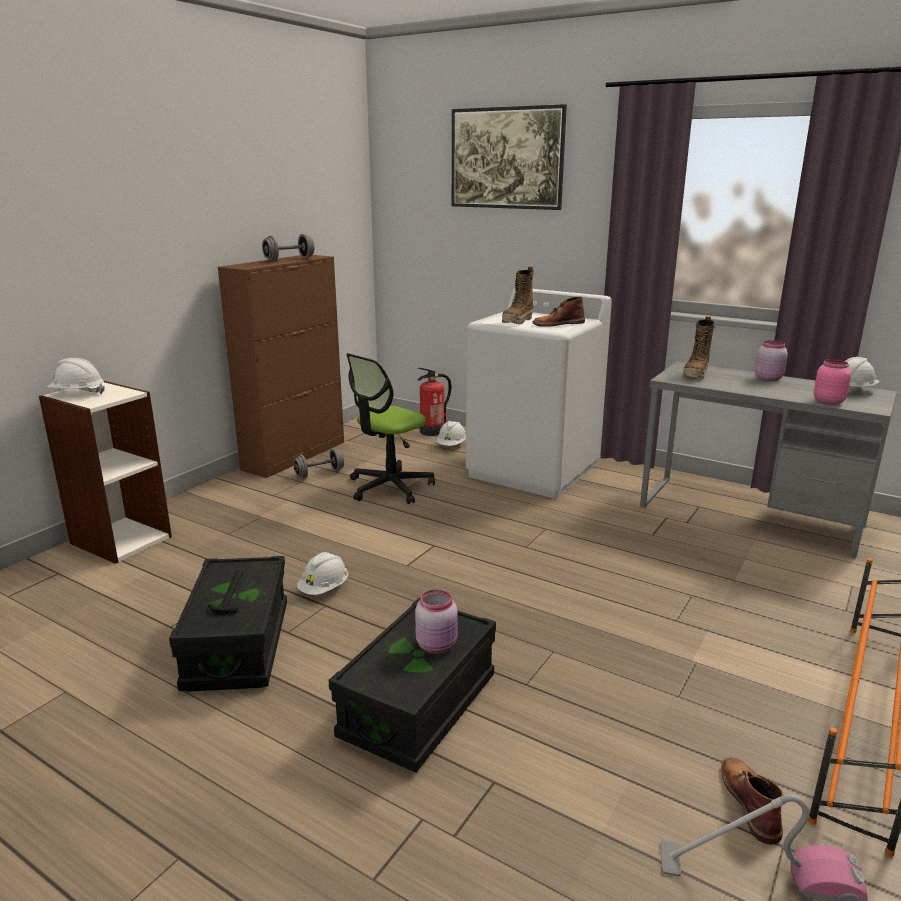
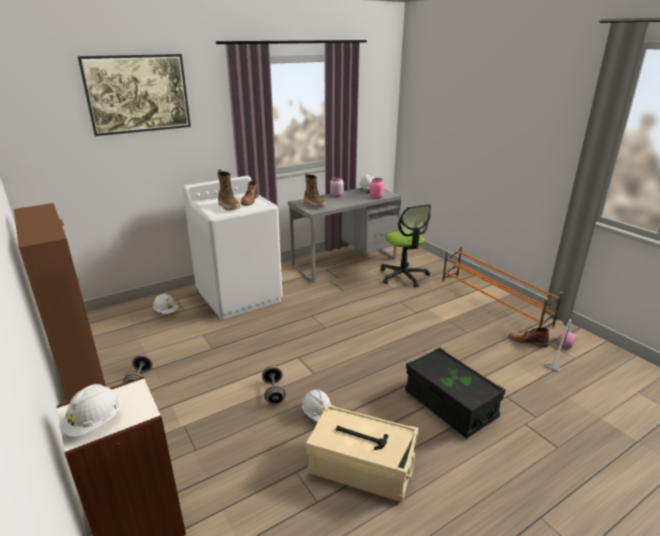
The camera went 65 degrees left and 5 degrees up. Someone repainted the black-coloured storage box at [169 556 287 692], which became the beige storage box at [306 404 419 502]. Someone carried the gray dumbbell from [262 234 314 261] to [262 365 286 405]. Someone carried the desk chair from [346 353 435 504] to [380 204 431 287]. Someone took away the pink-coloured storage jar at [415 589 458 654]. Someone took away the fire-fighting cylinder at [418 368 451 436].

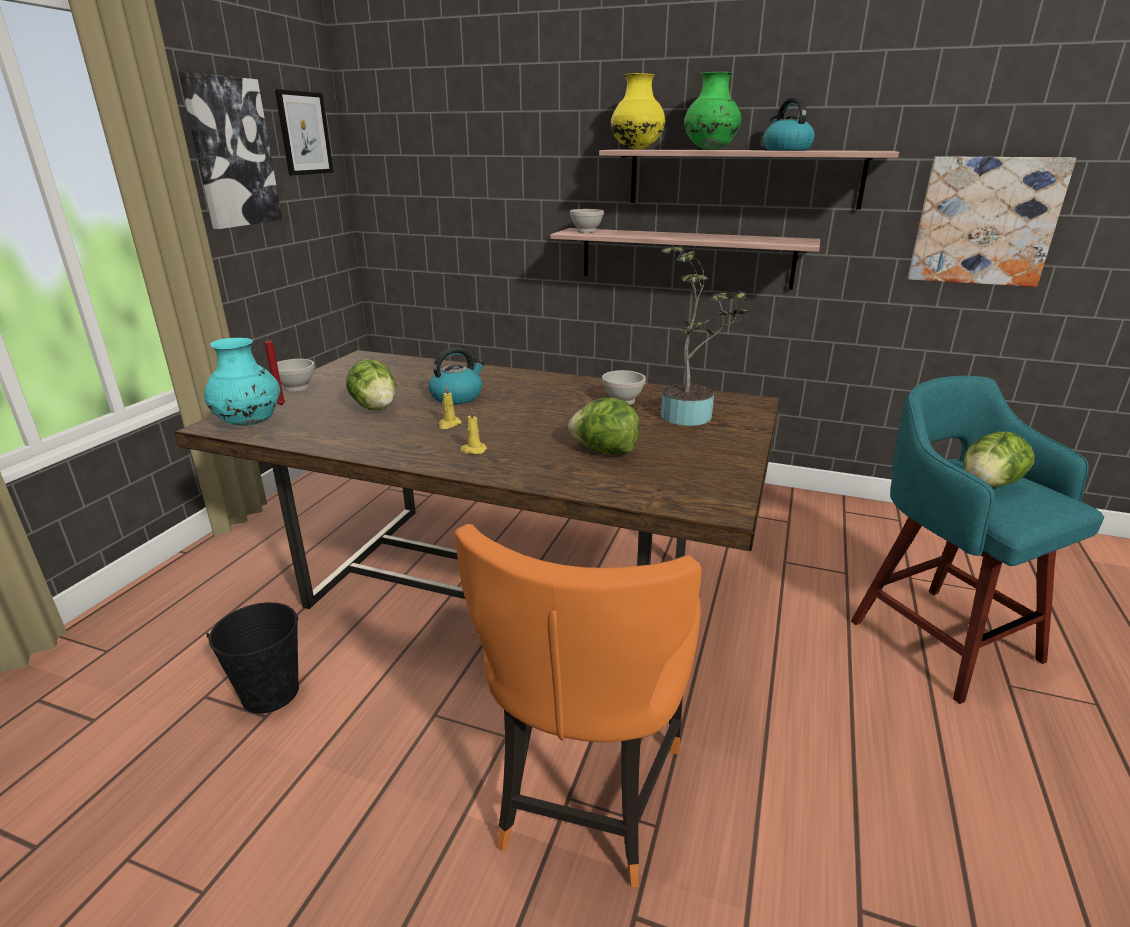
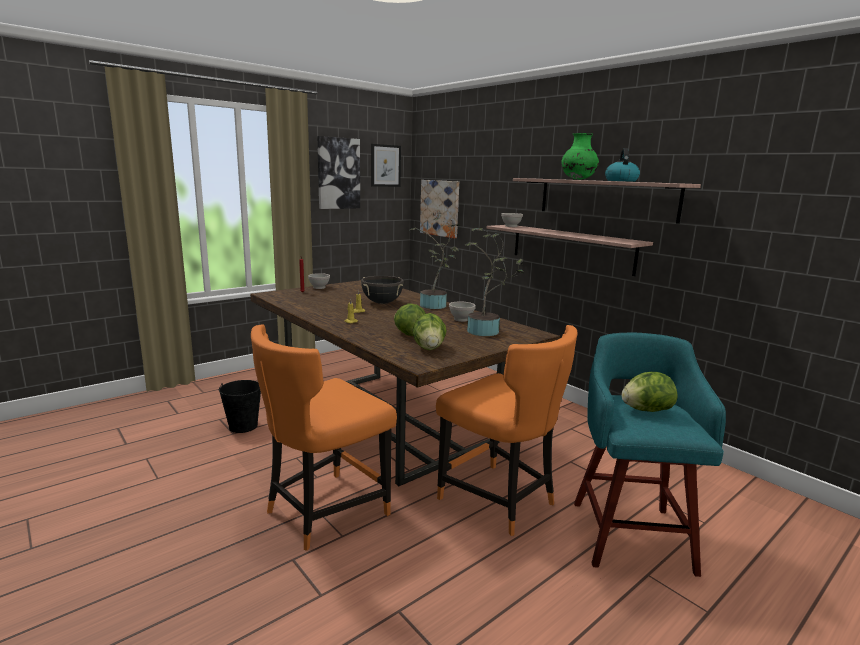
The camera went 30 degrees right and 10 degrees down. Someone took away the turquoise decorative vase at [204 338 280 426]. Someone carried the lettuce head from [346 359 396 410] to [413 313 447 350]. Someone swapped the water kettle at [428 347 485 404] for the black-coloured saucepot at [361 276 404 304]. Someone took away the yellow-coloured decorative vase at [611 73 665 150]. Someone carried the wall picture from [908 156 1076 287] to [420 180 459 238]. Someone put down the houseplant at [409 218 461 309]. Someone put down the orangey upright chair at [436 325 577 536].

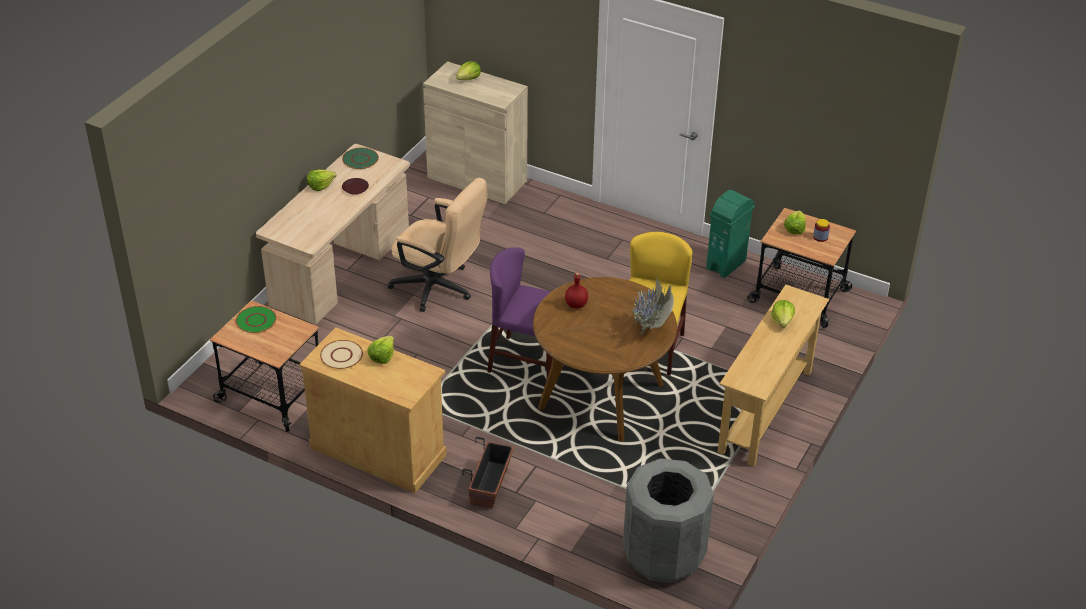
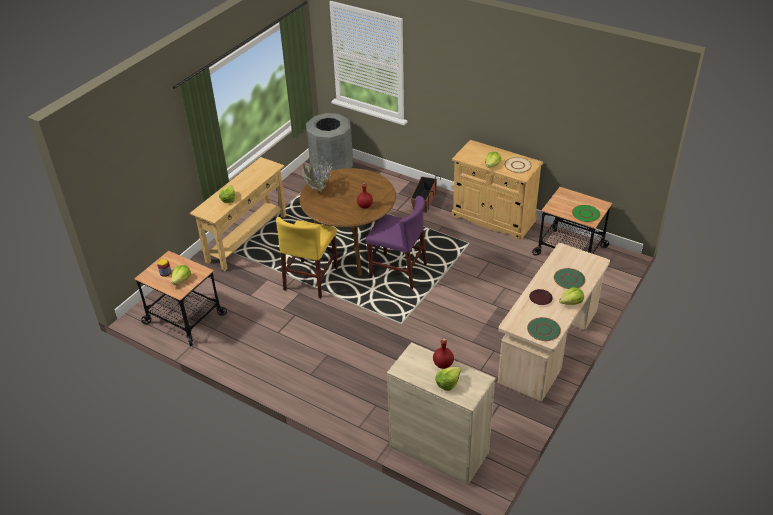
The camera went 175 degrees left and 0 degrees up. Someone took away the beige desk chair at [388 178 487 312]. Someone took away the greenish waste bin at [706 190 755 278]. Someone put down the red-coloured bottle at [433 338 454 369]. Someone put down the greenish flat dish at [554 268 585 289].

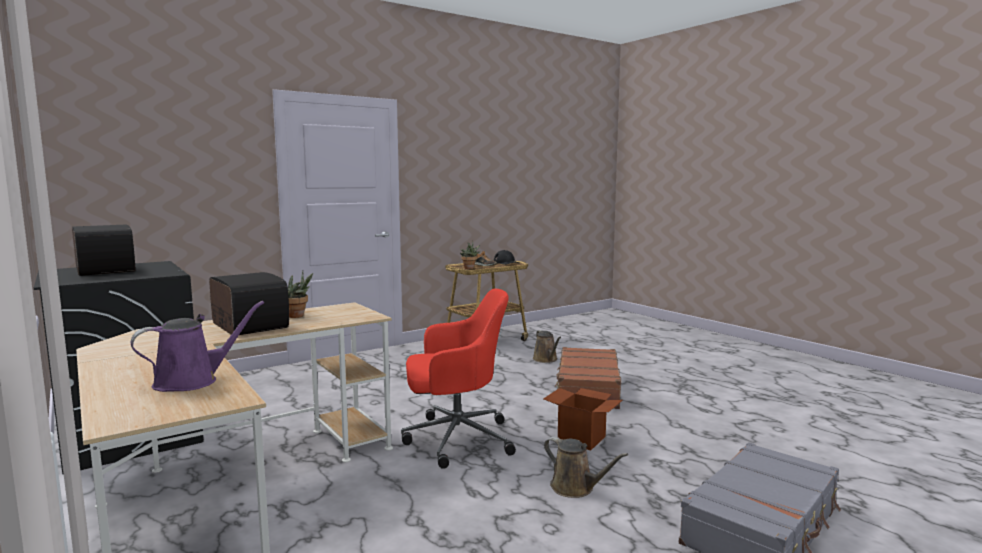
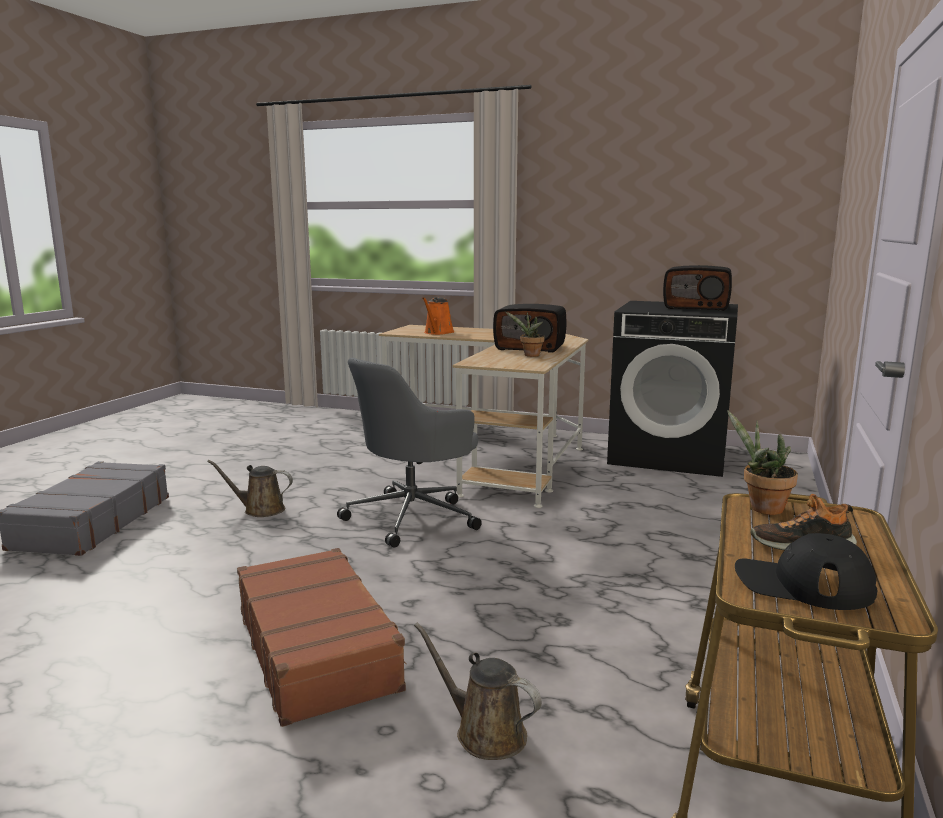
The camera went 145 degrees right and 5 degrees up. Someone repainted the purplish watering pot at [131 301 264 392], which became the orangey watering pot at [422 297 454 335]. Someone repainted the red-coloured desk chair at [401 288 516 469], which became the gray desk chair at [337 358 482 548]. Someone took away the packing box at [543 388 623 450].

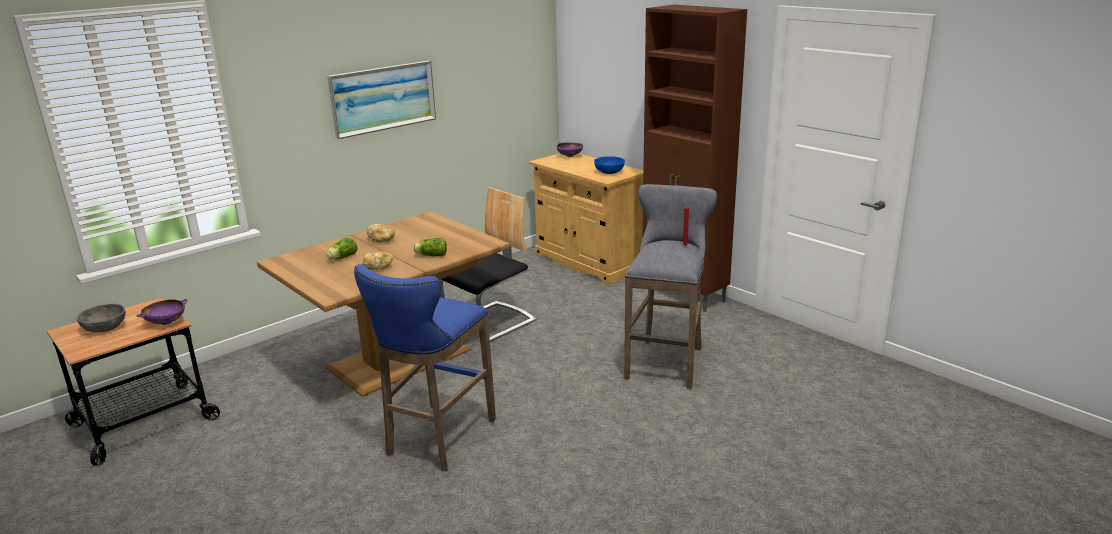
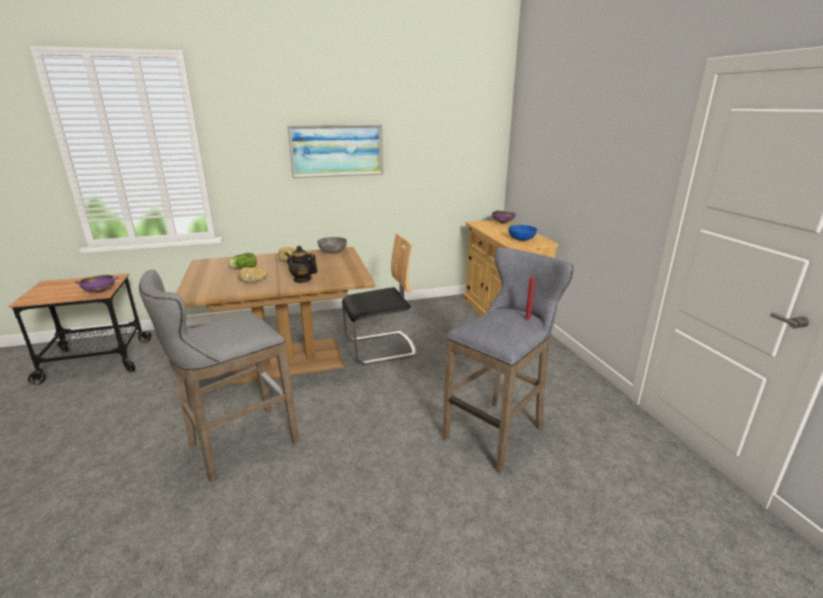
The camera went 25 degrees right and 0 degrees up. Someone carried the gray serving bowl from [76 304 126 332] to [317 237 347 253]. Someone repainted the blue-coloured stool at [354 264 496 471], which became the gray stool at [139 269 300 482]. Someone swapped the lettuce head at [414 238 447 256] for the tea pot at [285 245 318 283]. Someone took away the brownish storage cabinet at [642 5 747 312].

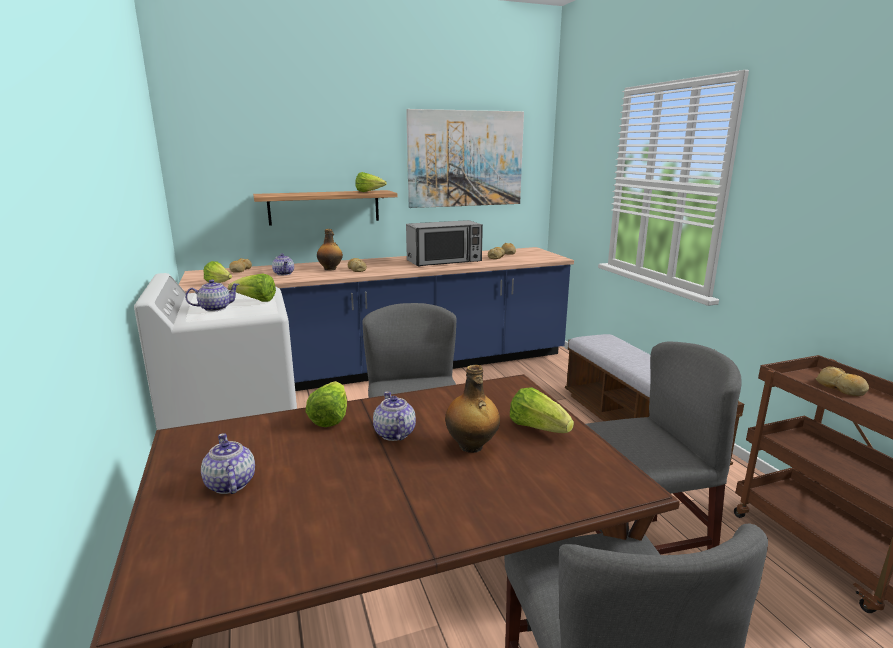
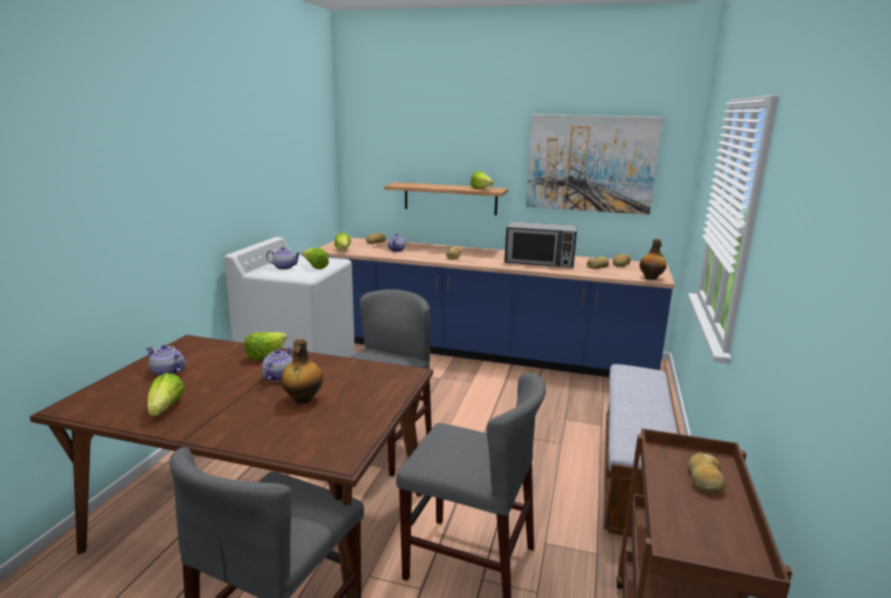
The camera went 35 degrees right and 0 degrees up. Someone rotated the tea pot at [201 433 255 494] by 75 degrees counterclockwise. Someone carried the bottle from [317 229 343 271] to [640 239 667 280]. Someone carried the lettuce head from [510 387 574 433] to [148 373 185 416].

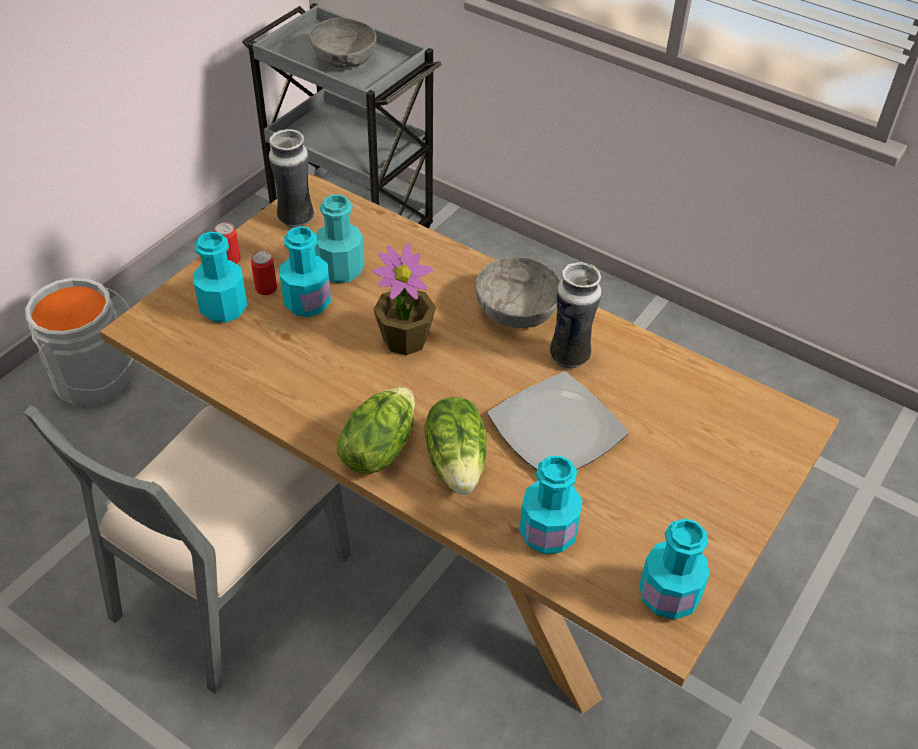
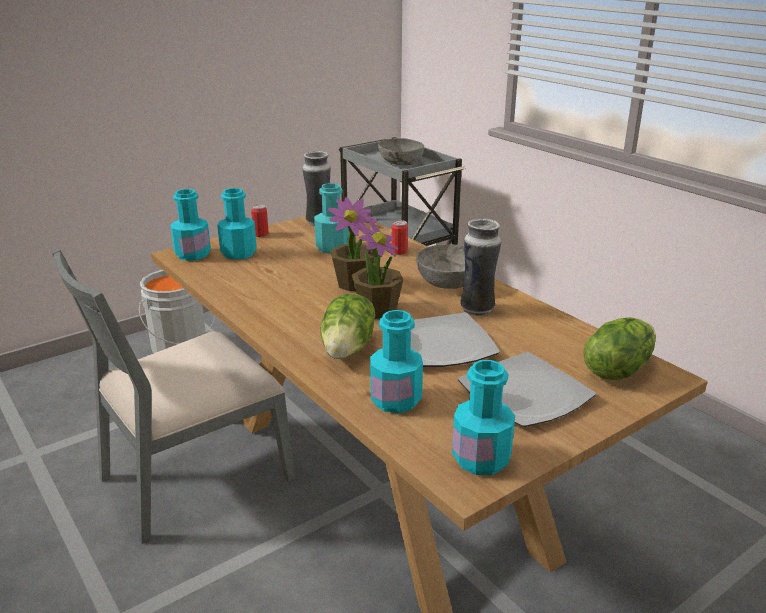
The camera went 20 degrees right and 20 degrees down. Someone carried the can from [251 251 277 295] to [391 220 408 255]. Someone carried the turquoise bottle from [280 226 331 317] to [170 189 211 261]. Someone carried the lettuce head from [337 387 415 474] to [583 317 656 380]. Someone put down the houseplant at [352 219 403 319]. Someone put down the flat dish at [458 352 596 427].

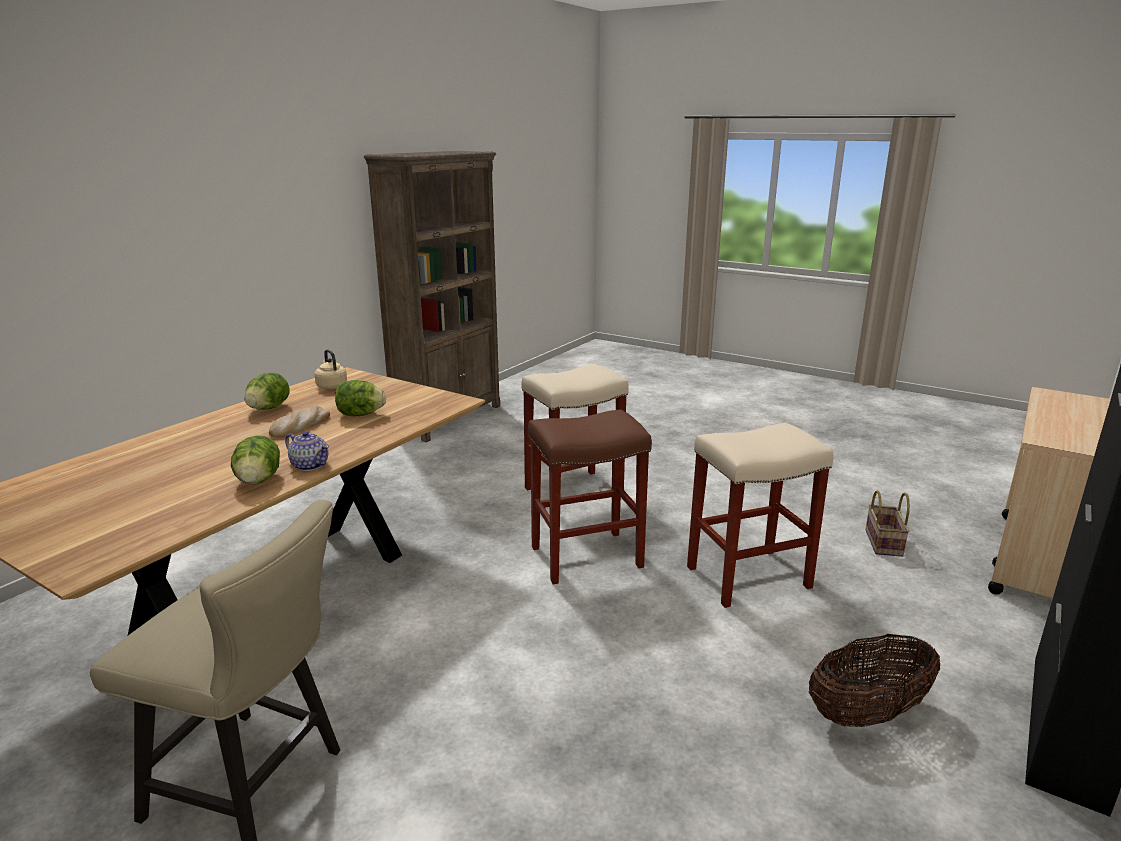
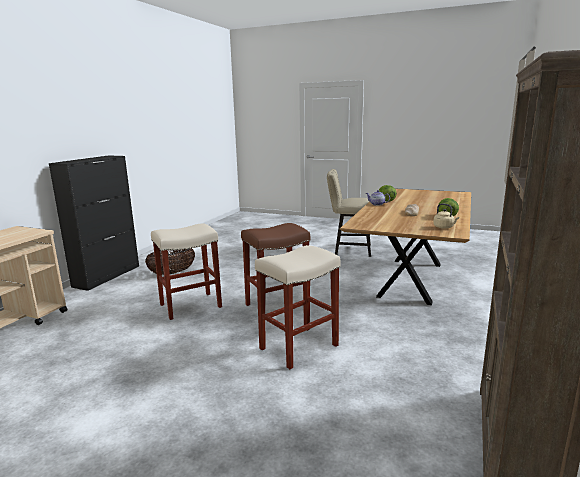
The camera went 170 degrees right and 5 degrees down. Someone took away the lettuce head at [335 380 386 417]. Someone took away the basket at [865 490 910 557].

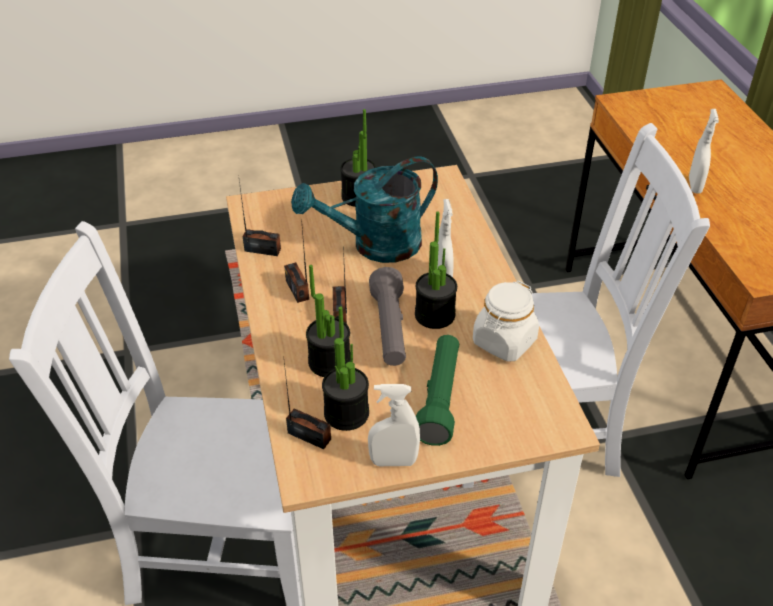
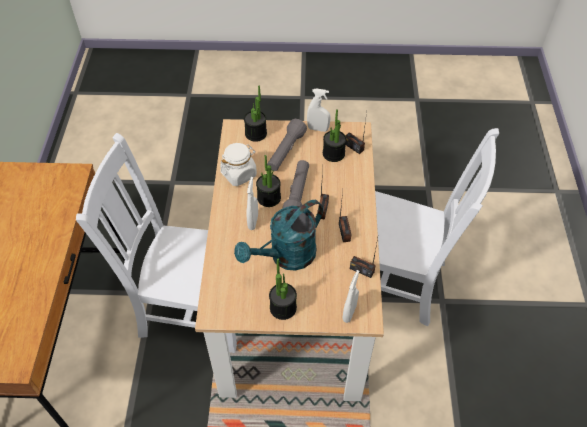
The camera went 165 degrees left and 10 degrees up. Someone rotated the turquoise watering pot at [291 156 438 263] by 150 degrees clockwise. Someone carried the houseplant from [306 265 350 377] to [244 86 267 142]. Someone repainted the greenish hand torch at [416 335 459 446], which became the gray hand torch at [267 119 307 171]. Someone carried the whitish spray bottle from [689 109 719 193] to [342 270 359 323].

